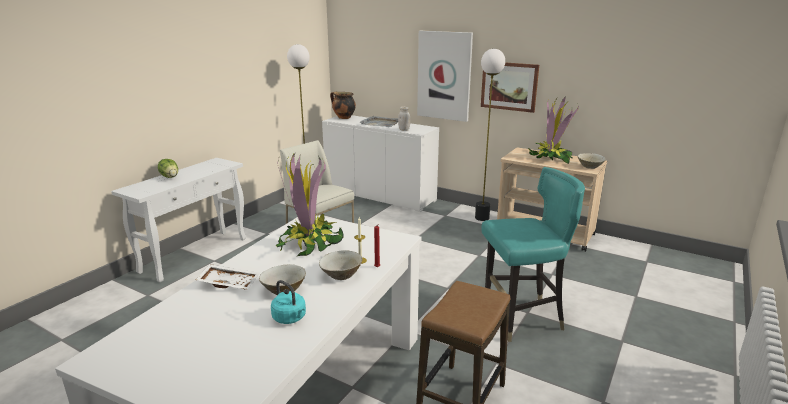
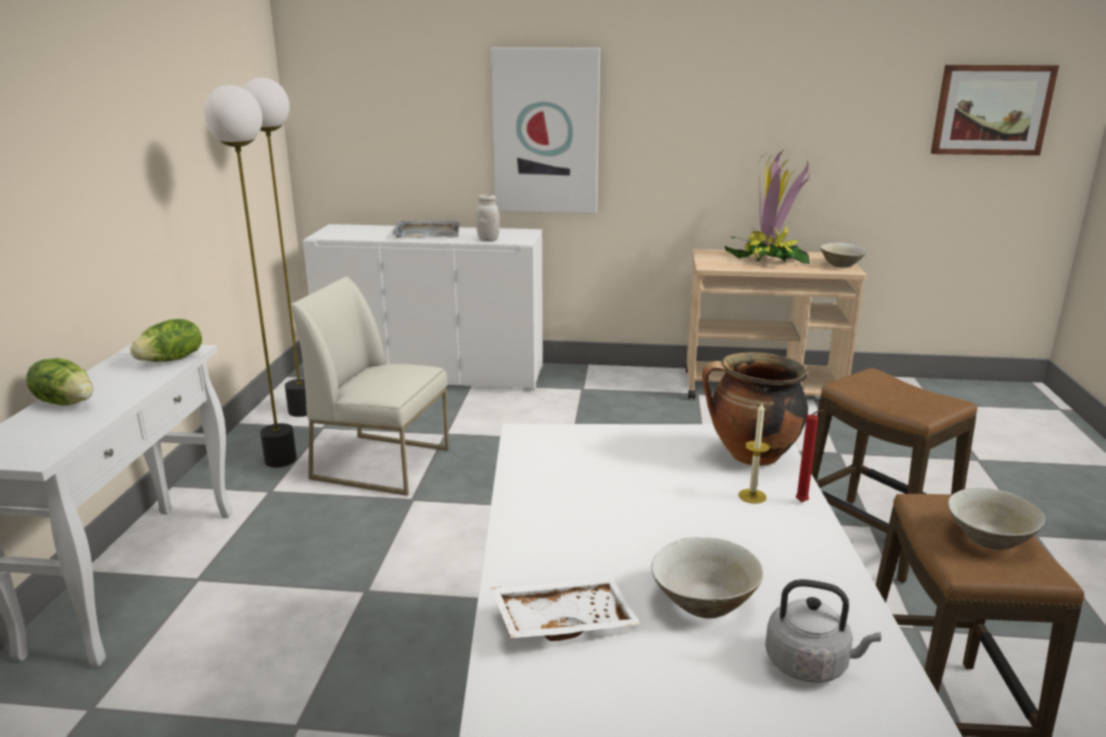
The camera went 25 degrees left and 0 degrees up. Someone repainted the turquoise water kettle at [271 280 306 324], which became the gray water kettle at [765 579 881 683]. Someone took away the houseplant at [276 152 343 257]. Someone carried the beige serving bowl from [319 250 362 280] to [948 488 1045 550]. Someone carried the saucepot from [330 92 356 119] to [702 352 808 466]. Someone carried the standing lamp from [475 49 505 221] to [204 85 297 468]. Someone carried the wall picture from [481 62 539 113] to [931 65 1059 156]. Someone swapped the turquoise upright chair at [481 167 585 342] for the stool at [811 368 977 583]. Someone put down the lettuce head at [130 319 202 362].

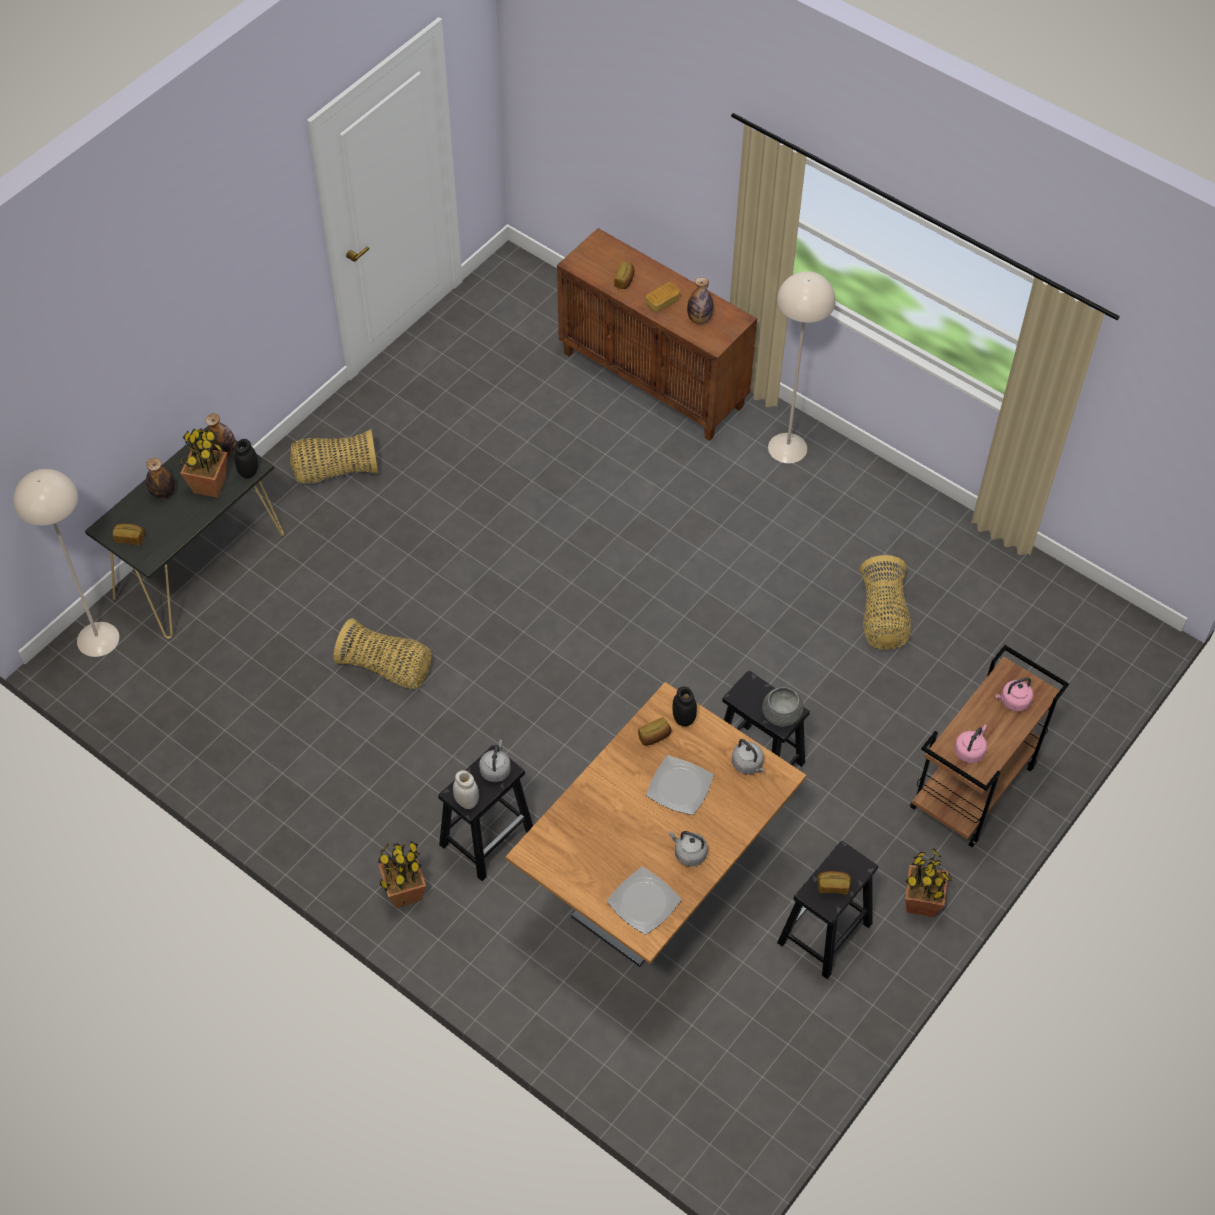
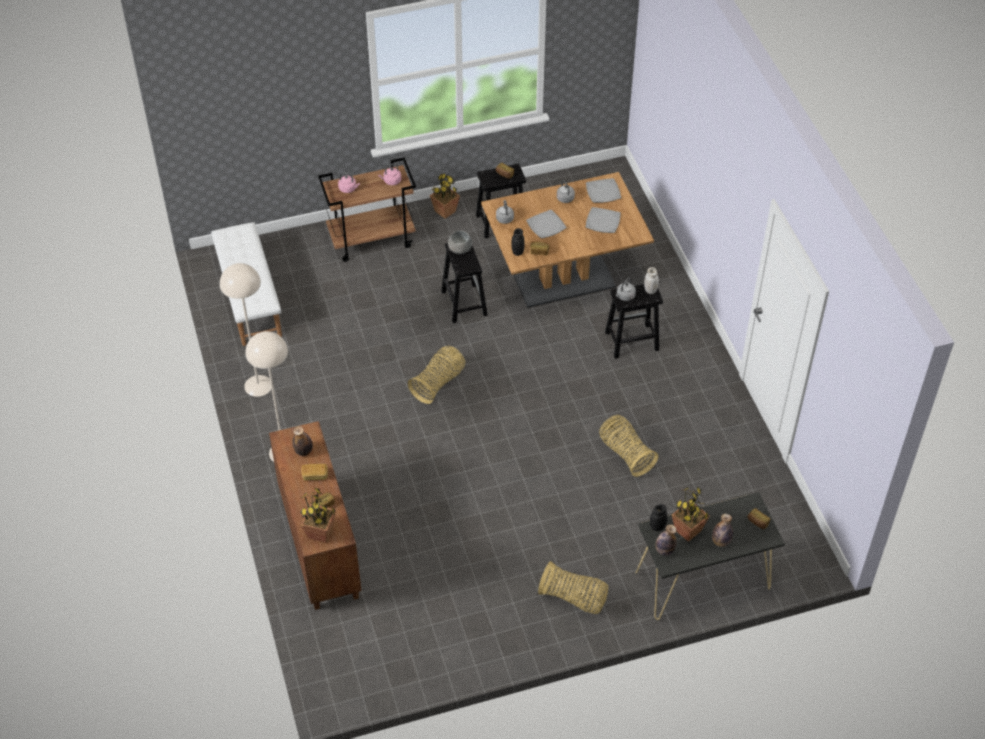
The camera went 145 degrees left and 5 degrees down. Someone carried the beige standing lamp from [13 469 119 657] to [220 263 272 397]. Someone carried the houseplant from [378 841 426 908] to [300 488 336 543]. Someone carried the basket from [860 555 911 650] to [408 346 465 404]. Someone put down the whitish bench at [211 222 282 346]. Someone put down the flat dish at [586 207 621 233].

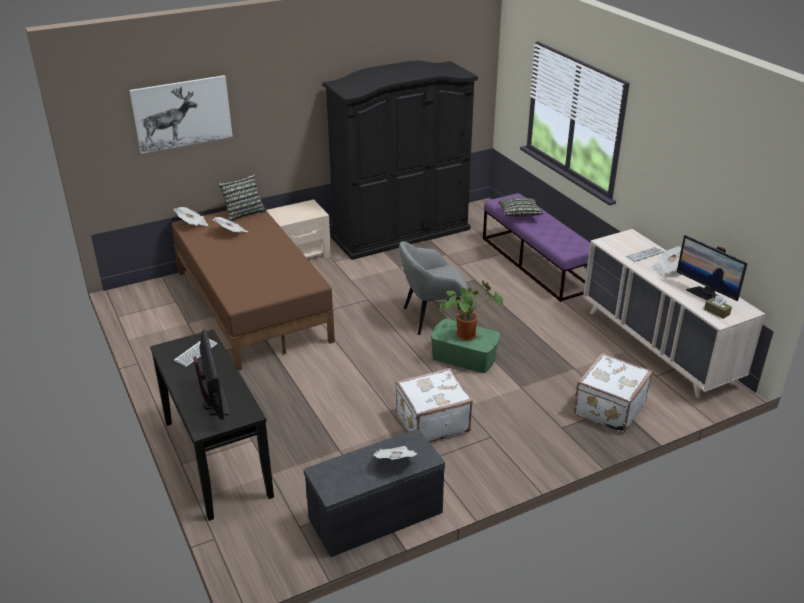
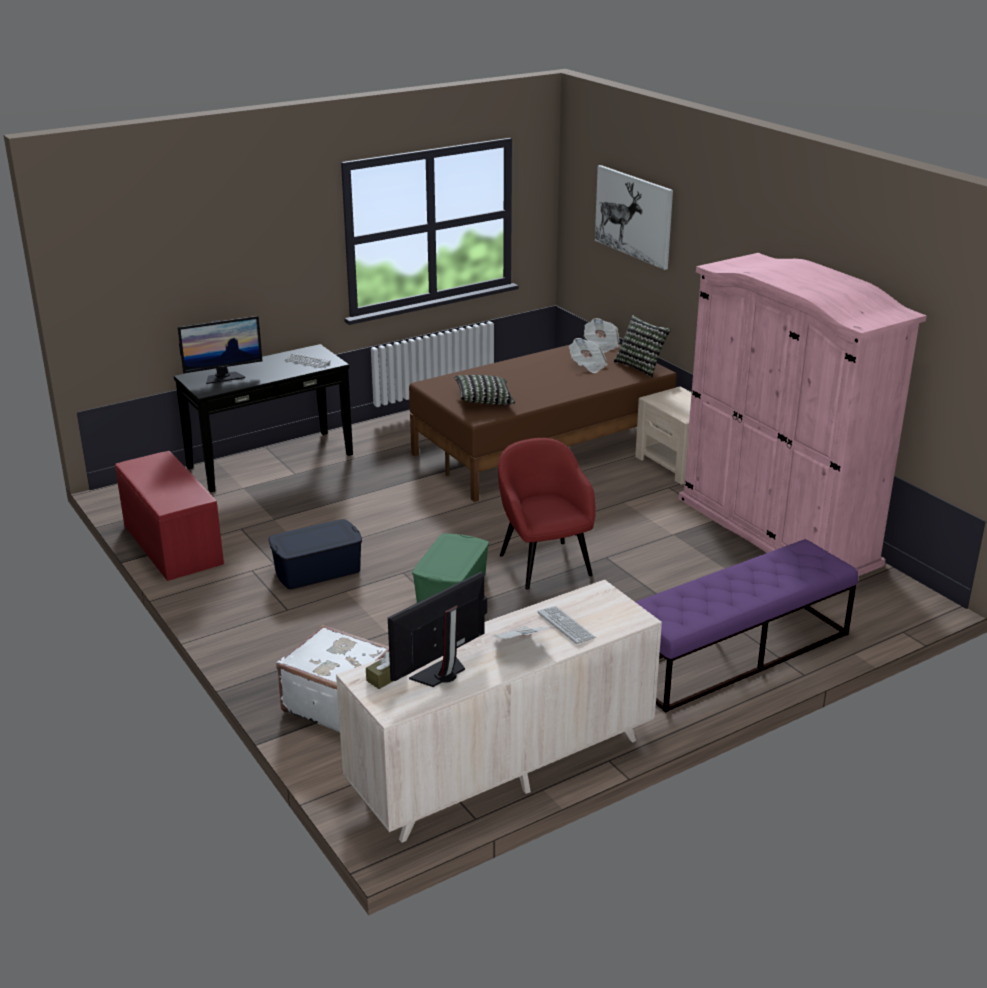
The camera went 85 degrees right and 5 degrees down. Someone repainted the gray bench at [304 429 445 557], which became the red-coloured bench at [115 451 224 581]. Someone repainted the black-coloured clothes cupboard at [323 61 478 260], which became the pink-coloured clothes cupboard at [679 253 927 576]. Someone took away the newspaper at [374 446 418 460]. Someone swapped the whitish piece of luggage at [396 368 473 442] for the blue-coloured storage box at [269 519 362 589]. Someone repainted the gray armchair at [399 241 468 335], which became the red-coloured armchair at [498 438 596 590]. Someone took away the houseplant at [440 280 503 341]. Someone carried the throw pillow from [498 198 544 217] to [454 375 515 405].

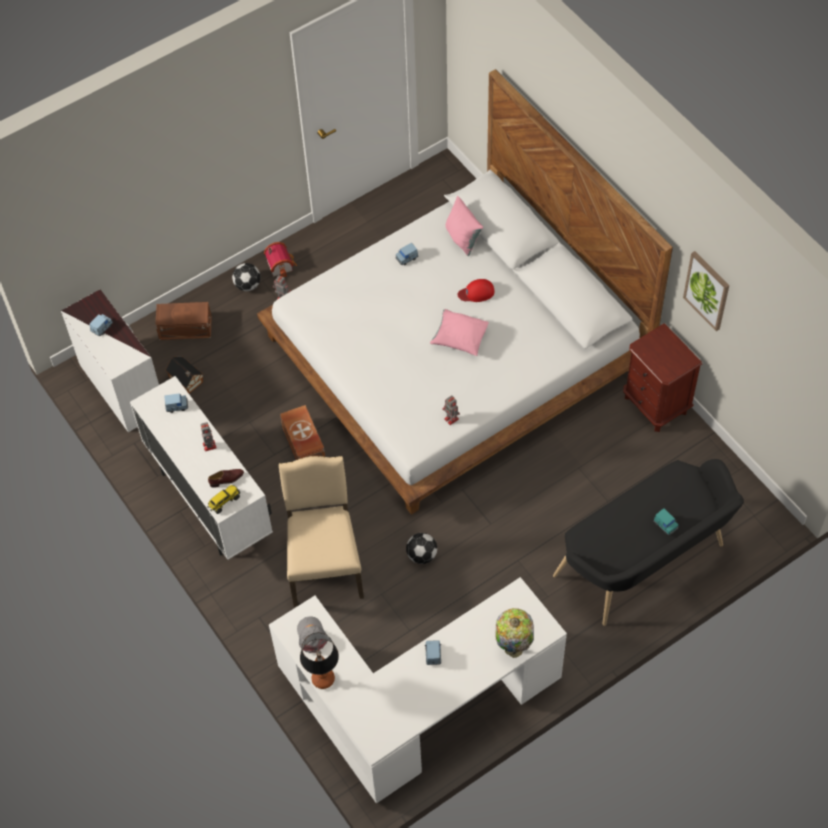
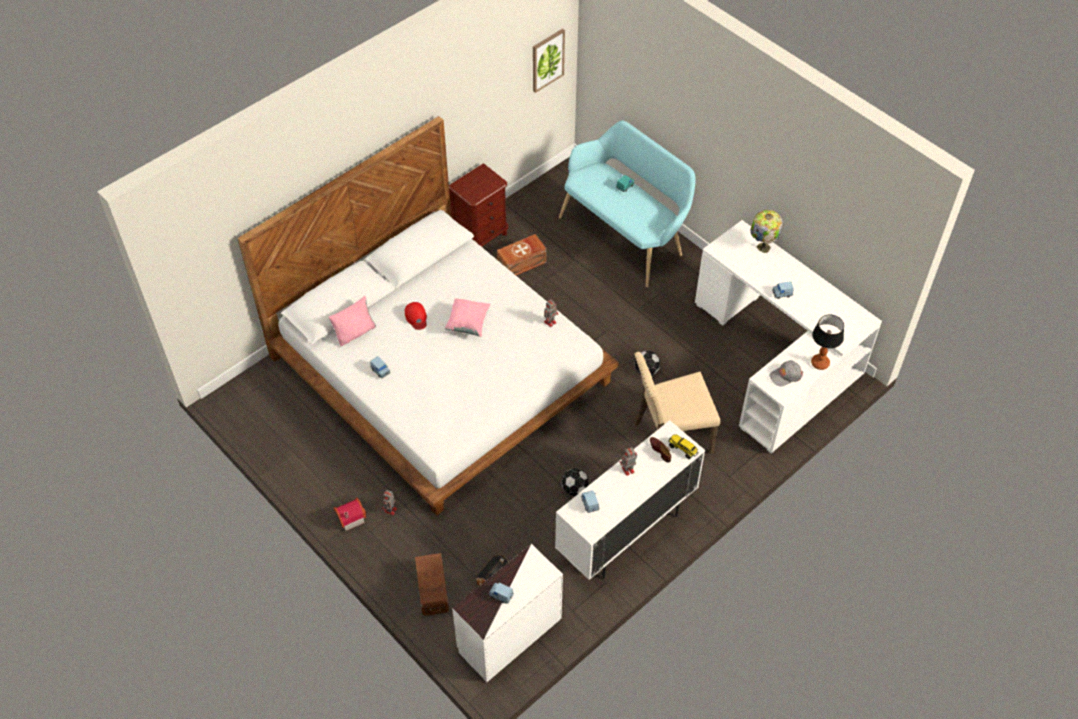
The camera went 100 degrees left and 5 degrees down. Someone carried the football ball from [232 263 261 291] to [561 468 589 496]. Someone carried the brownish storage box from [280 405 325 460] to [497 234 546 275]. Someone repainted the black-coloured bench at [553 459 744 626], which became the turquoise bench at [559 120 695 287]. Someone carried the wall picture from [683 251 729 331] to [533 29 565 93].

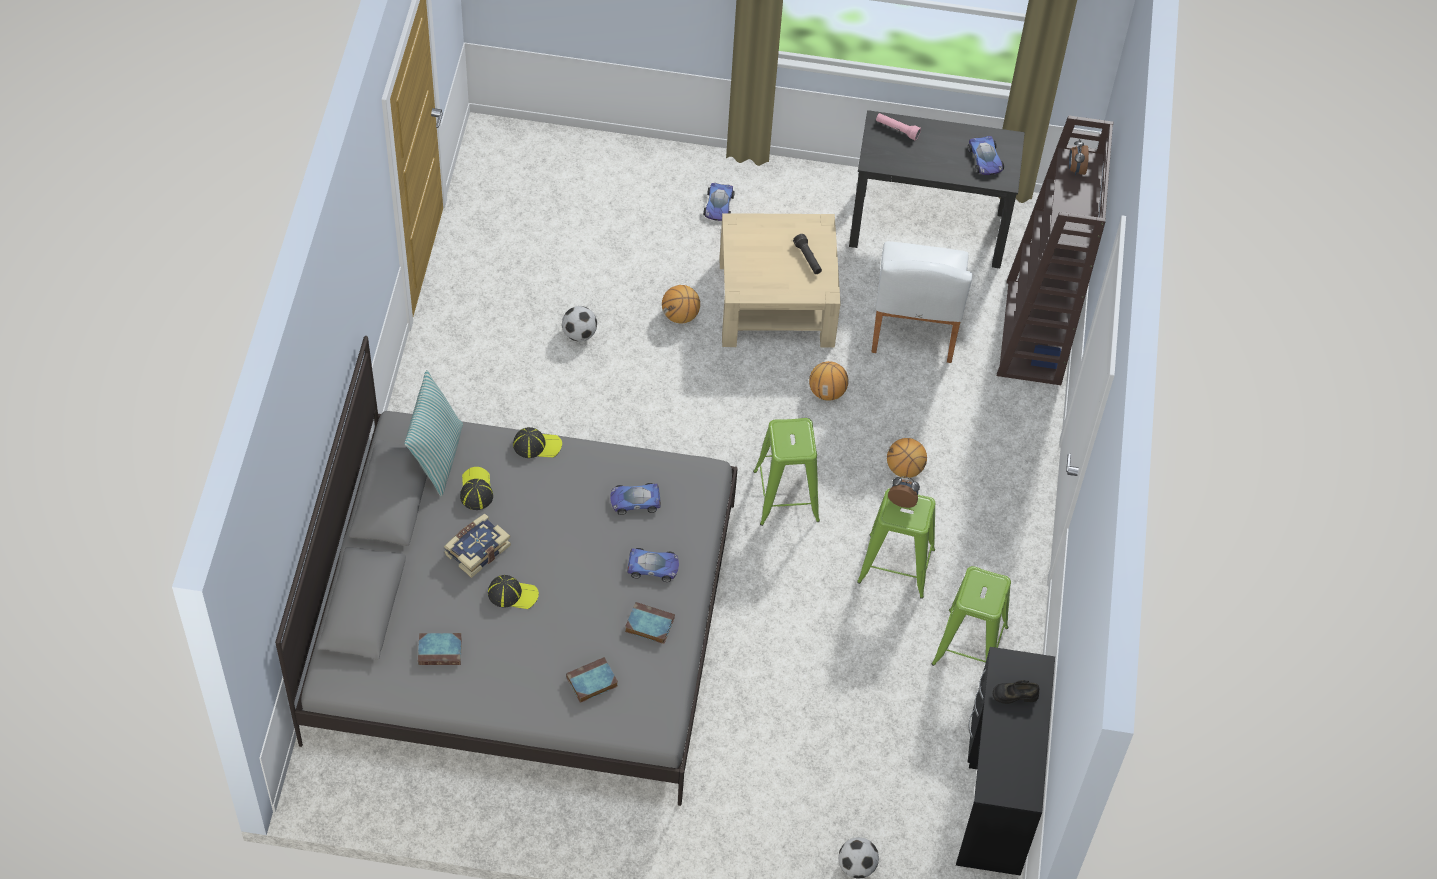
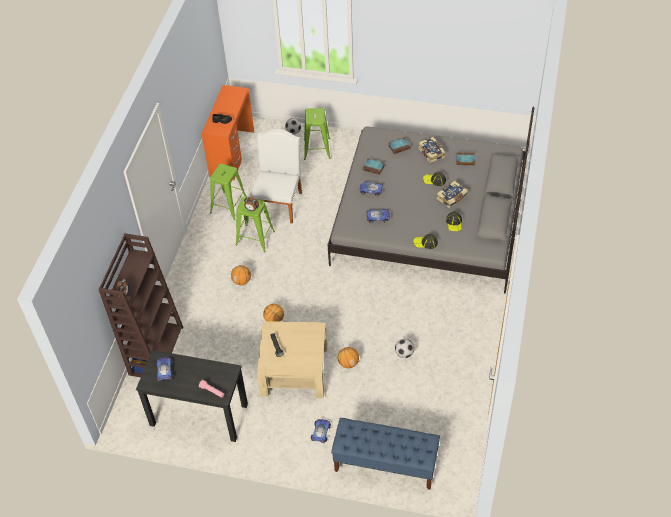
The camera went 170 degrees left and 5 degrees down. Someone took away the throw pillow at [404 370 463 497]. Someone carried the greenish stool from [753 418 820 526] to [304 108 331 160]. Someone carried the whitish upright chair from [871 241 972 363] to [250 129 302 224]. Someone repainted the black-coloured desk unit at [956 647 1055 875], which became the orangey desk unit at [201 85 254 181]. Someone put down the blue-coloured bench at [331 418 440 490]. Someone put down the book at [418 137 445 163].

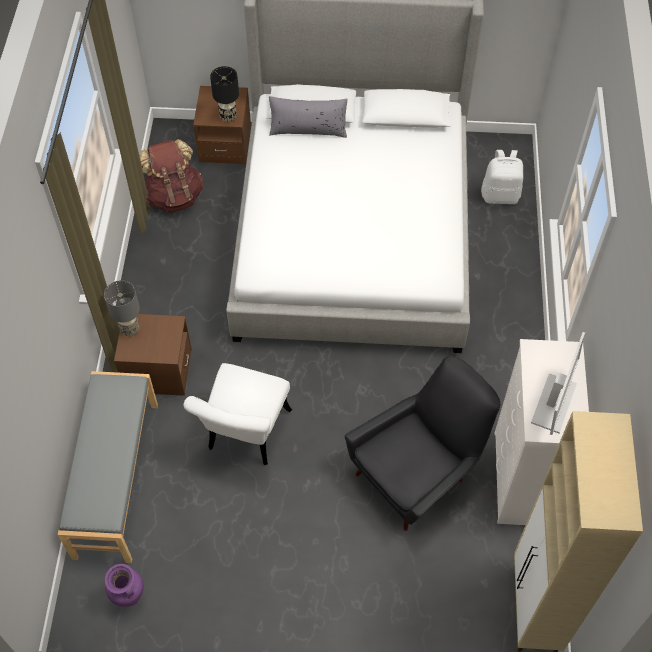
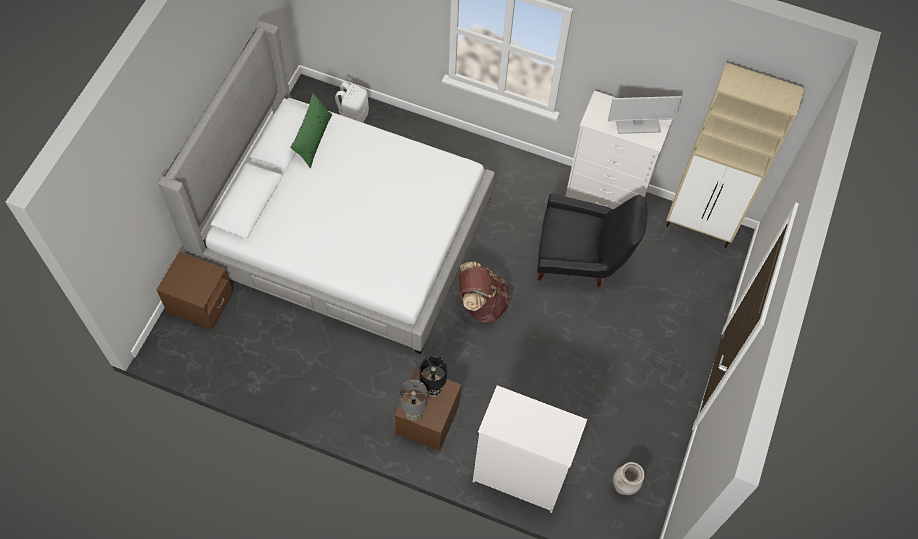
The camera went 75 degrees left and 5 degrees up. Someone swapped the gray bench at [58 371 158 563] for the whitish drawer chest at [473 385 587 513]. Someone repainted the purplish decorative vase at [105 564 144 607], which became the beige decorative vase at [613 462 645 495]. Someone carried the brownish backpack from [139 139 203 213] to [458 262 511 323]. Someone took away the whitish upright chair at [183 363 292 465]. Someone carried the black-coloured table lamp from [210 66 239 122] to [420 356 447 397]. Someone took away the gray throw pillow at [269 96 347 138]. Someone rotated the black-coloured armchair at [345 356 500 531] by 120 degrees clockwise. Someone rotated the computer display at [531 332 585 435] by 135 degrees clockwise. Someone put down the greenish throw pillow at [290 93 332 168].

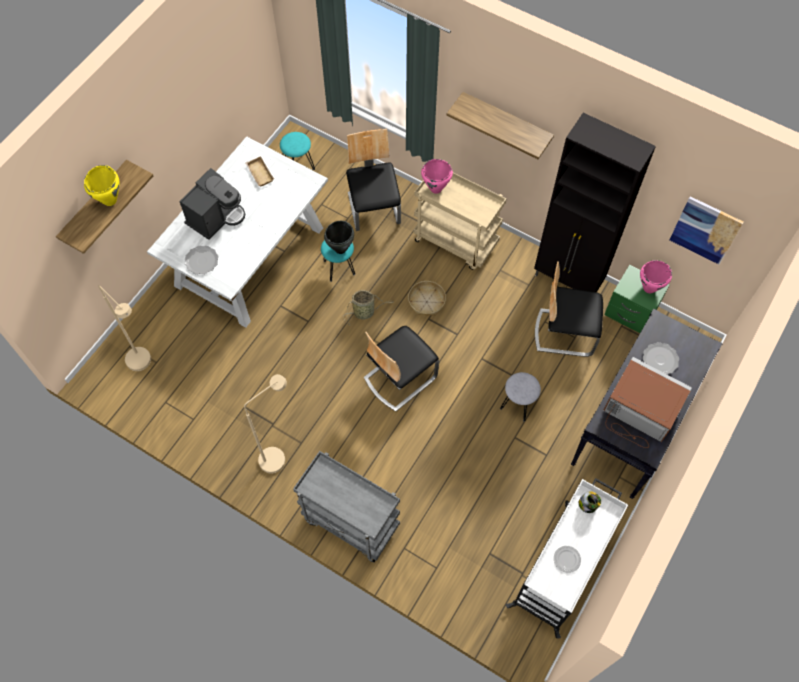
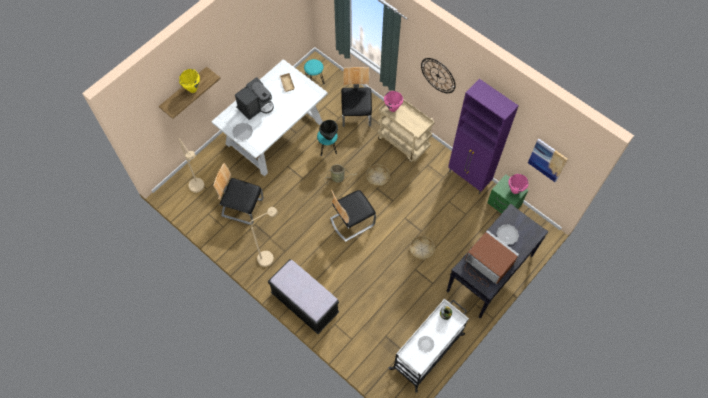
The camera went 10 degrees right and 0 degrees up. Someone swapped the gray cart at [293 451 400 563] for the black-coloured bench at [268 259 339 334]. Someone swapped the bracket shelf at [447 92 554 159] for the clock on the wall at [421 58 455 93]. Someone swapped the gray stool at [500 372 541 422] for the basket at [410 236 435 260]. Someone repainted the black-coloured storage cabinet at [534 113 656 292], which became the purplish storage cabinet at [448 79 519 194]. Someone carried the upright chair from [535 261 603 357] to [213 163 264 225].

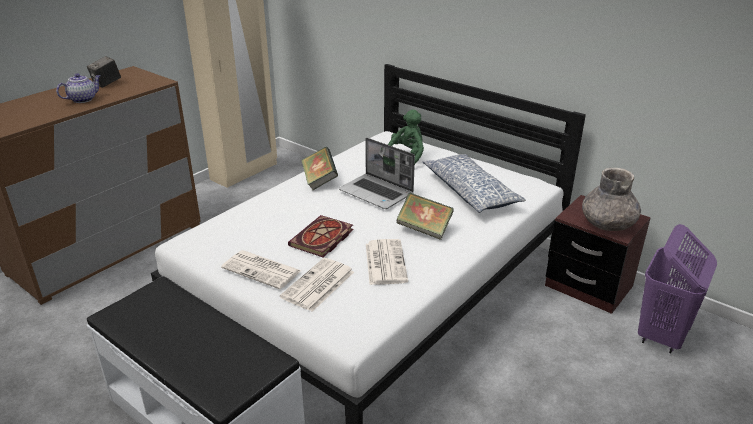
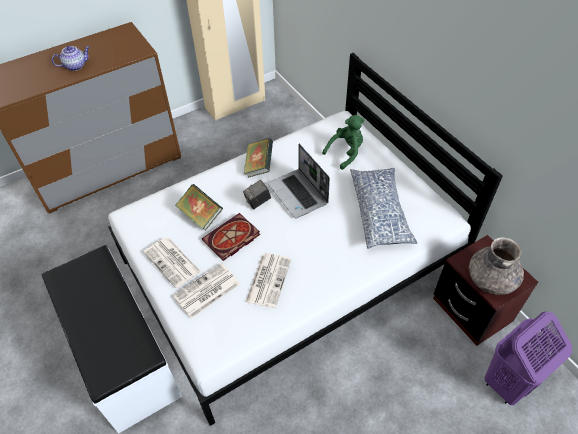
The camera went 20 degrees right and 20 degrees up. Someone carried the photo camera from [87 56 121 88] to [243 180 271 209]. Someone carried the book from [396 193 454 240] to [175 184 223 230].

